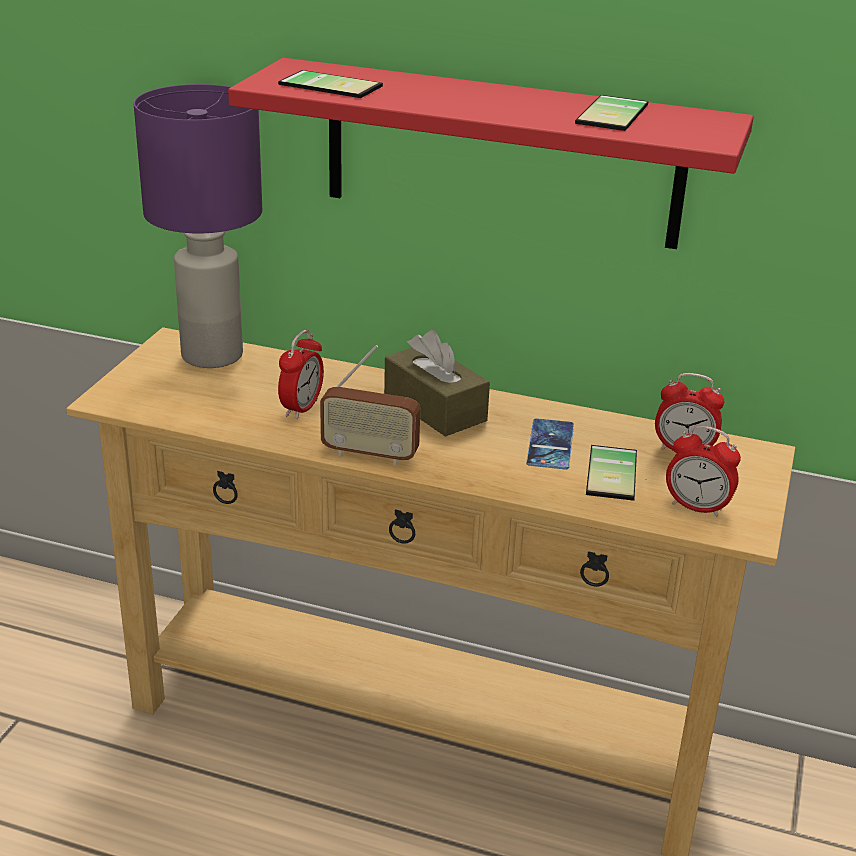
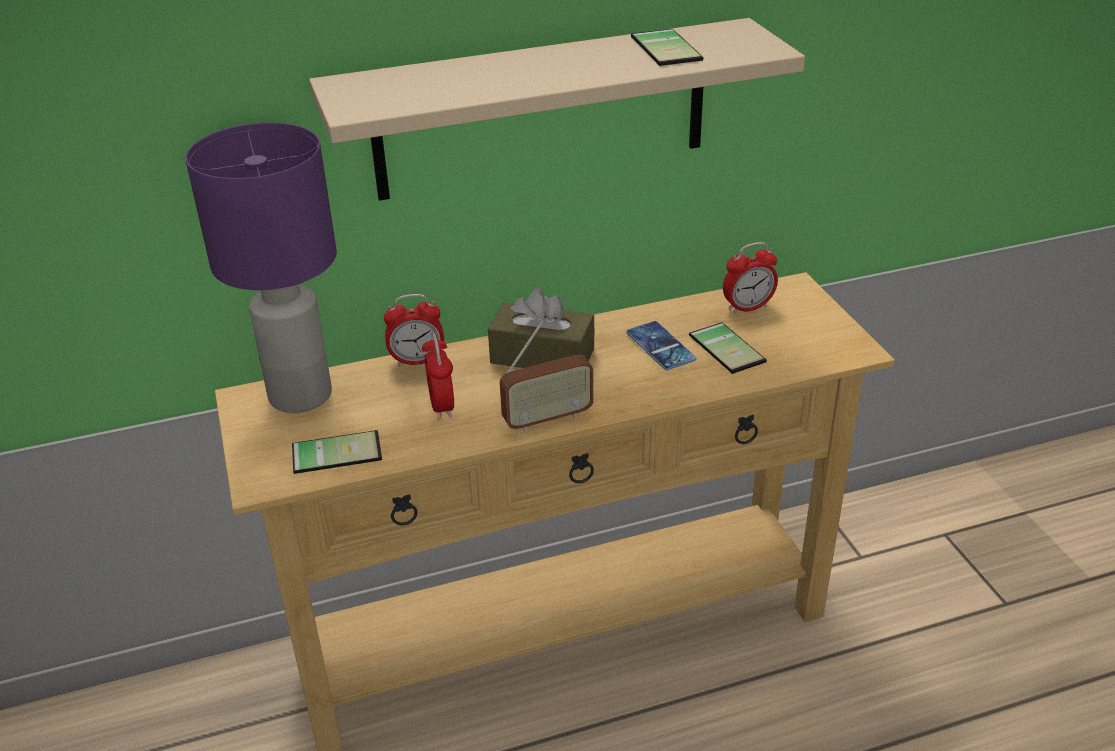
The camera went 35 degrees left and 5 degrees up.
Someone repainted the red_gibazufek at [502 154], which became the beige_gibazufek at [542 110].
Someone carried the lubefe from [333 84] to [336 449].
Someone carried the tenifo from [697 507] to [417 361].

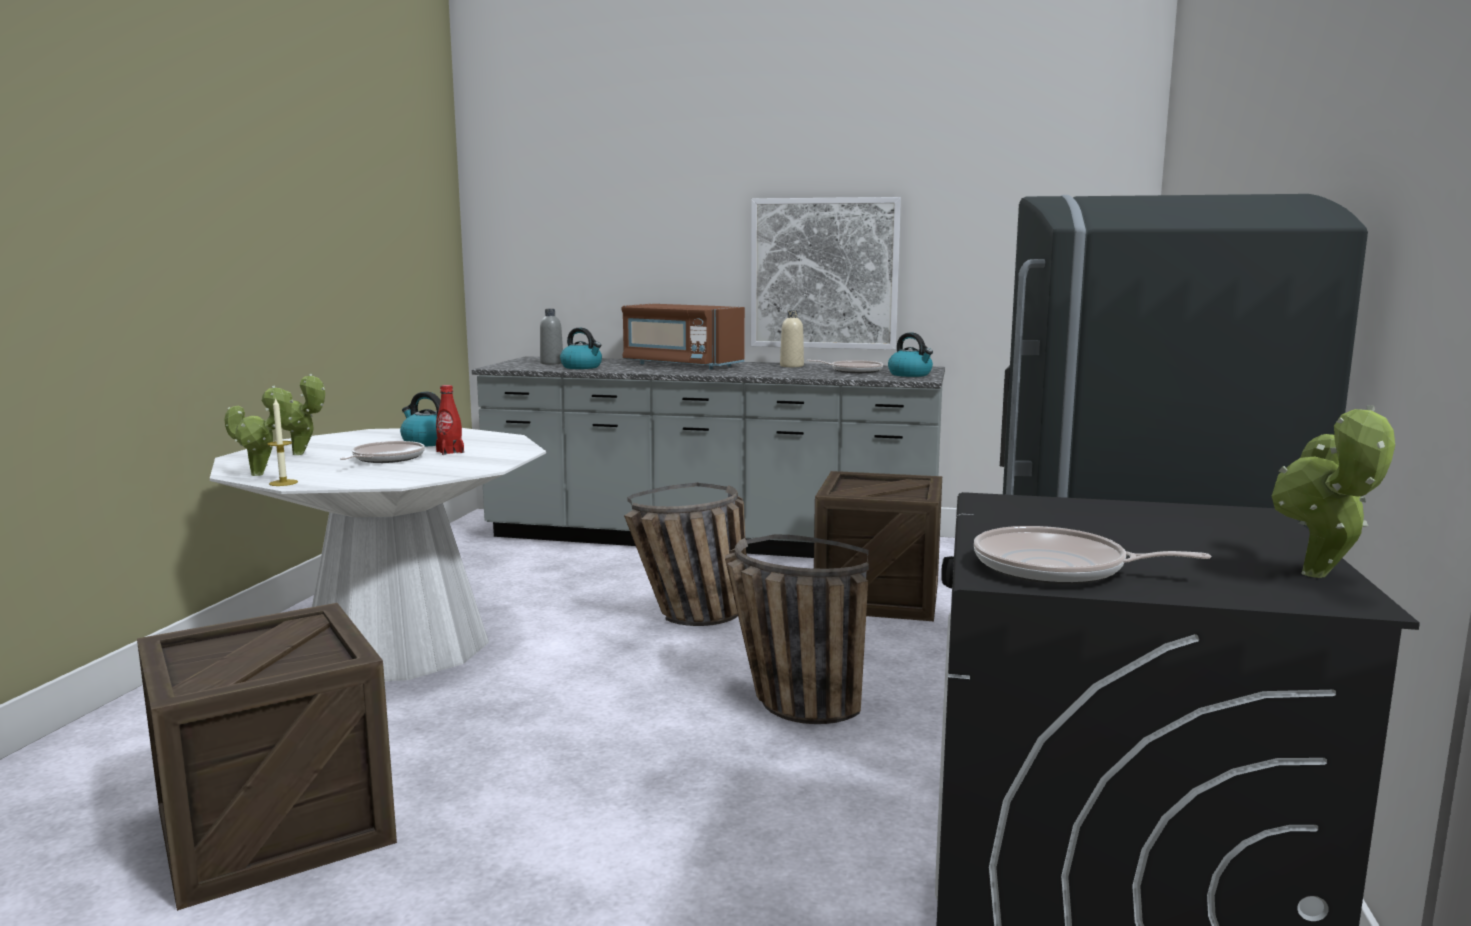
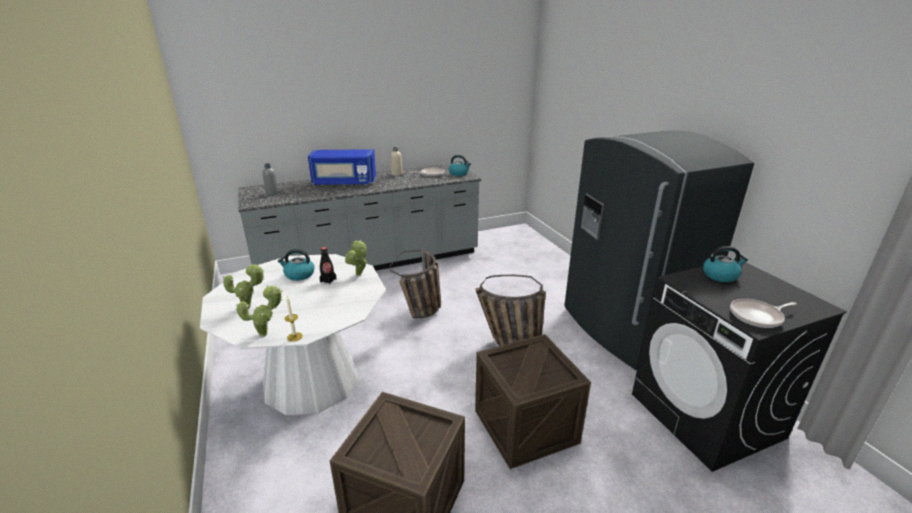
The camera went 35 degrees left and 15 degrees up.
Someone took away the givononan at [385 459].
Someone repainted the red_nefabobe at [450 452], which became the black_nefabobe at [328 280].
Someone carried the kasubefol from [582 367] to [720 275].
Someone repainted the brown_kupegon at [681 365], which became the blue_kupegon at [344 182].
Someone took away the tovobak at [824 273].
Someone carried the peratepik from [877 596] to [525 426].
Someone carried the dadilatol from [1319 577] to [359 275].

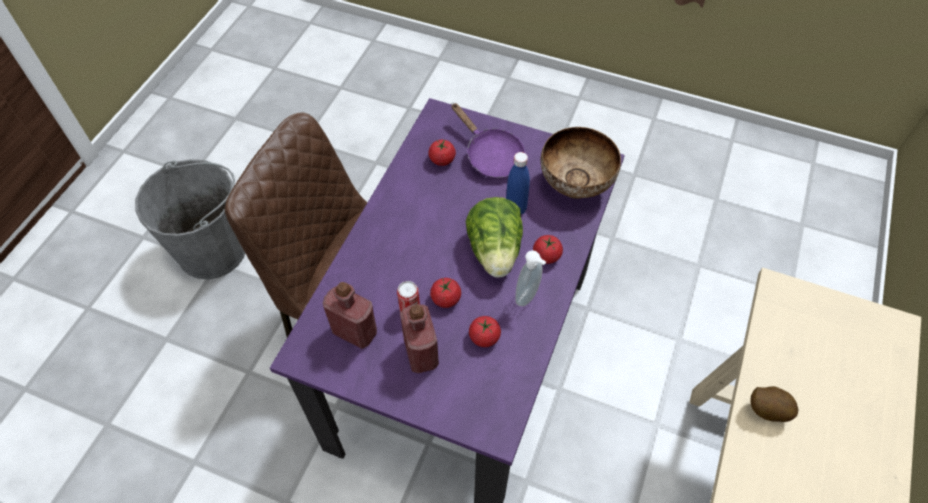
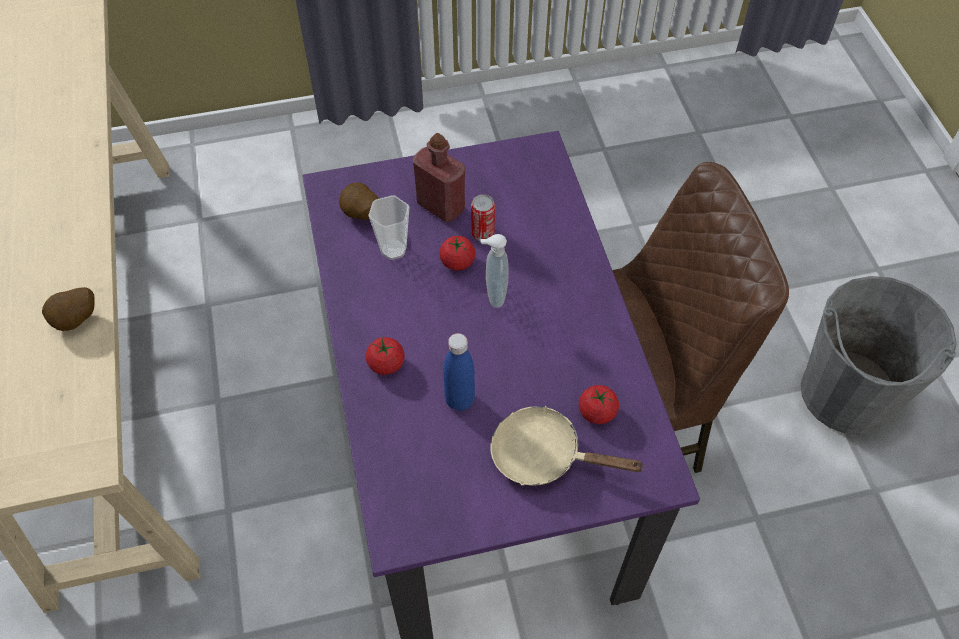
The camera went 145 degrees right and 0 degrees up.
Someone took away the red_nefabobe at [355 332].
Someone repainted the purple_givononan at [490 156], which became the beige_givononan at [544 455].
Someone took away the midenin at [495 251].
Someone swapped the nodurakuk at [484 337] for the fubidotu at [393 249].
Someone carried the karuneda from [528 297] to [494 294].
Someone took away the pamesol at [574 186].
Someone put down the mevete at [361 215].

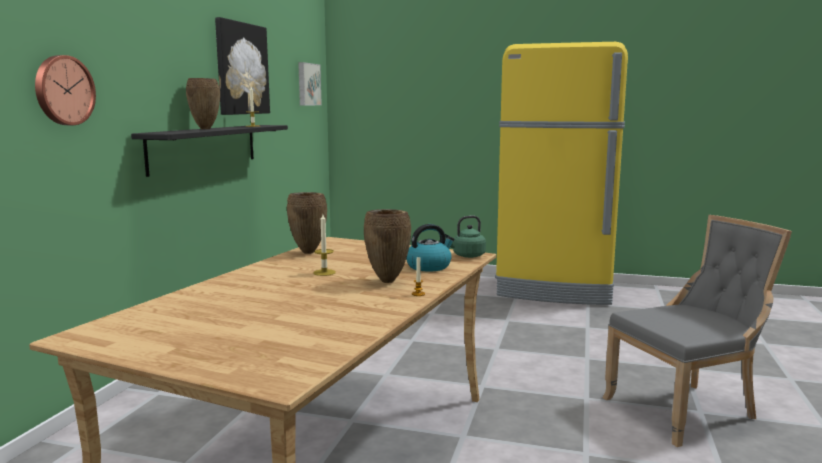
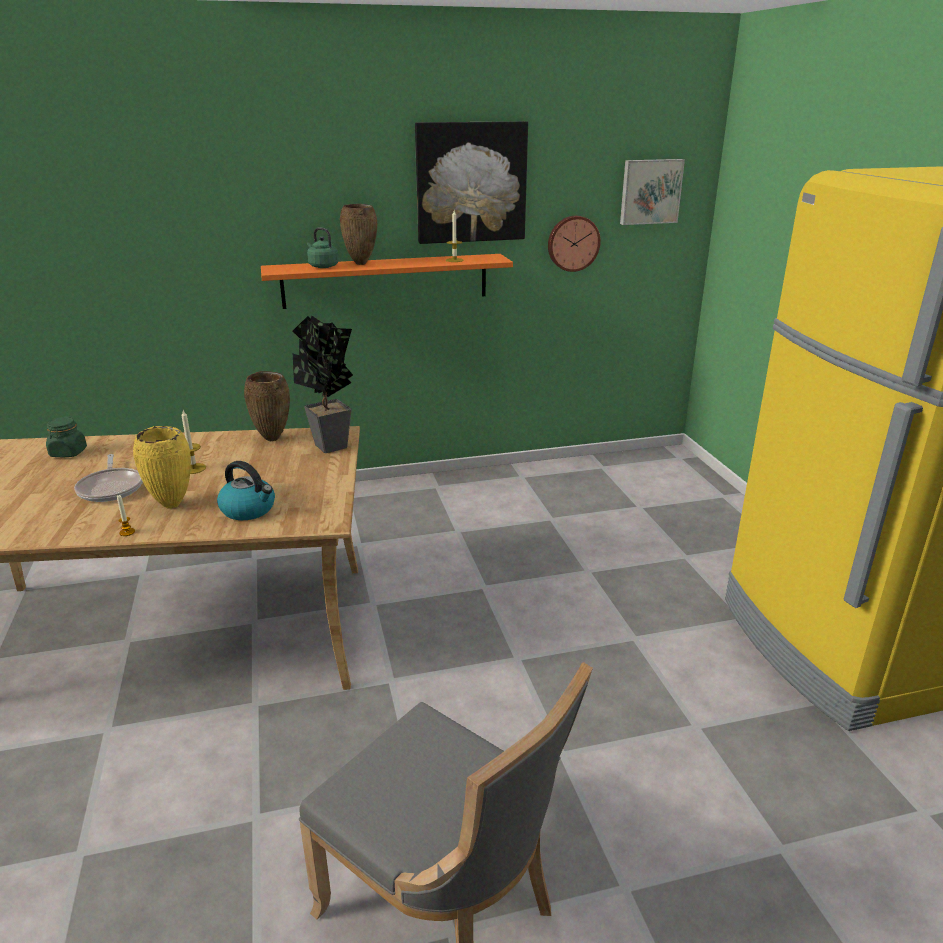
The camera went 60 degrees right and 15 degrees up.
Someone carried the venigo from [63 90] to [573 243].
Someone repainted the black_gibazufek at [205 147], which became the orange_gibazufek at [385 281].
Someone repainted the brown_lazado at [388 281], which became the yellow_lazado at [173 505].
Someone carried the green_kasubefol from [467 256] to [322 266].
Someone put down the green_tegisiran at [68 453].
Someone put down the givononan at [111 488].
Someone put down the dadilatol at [330 448].

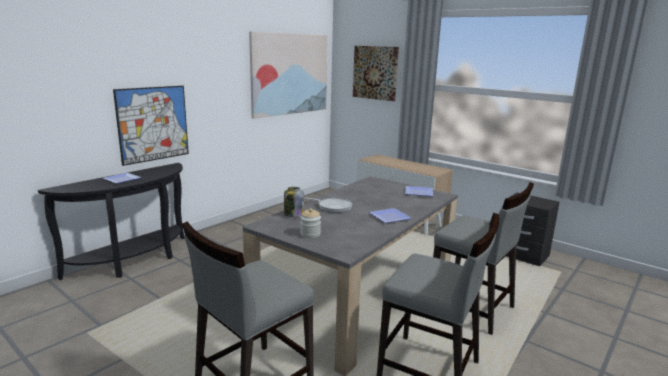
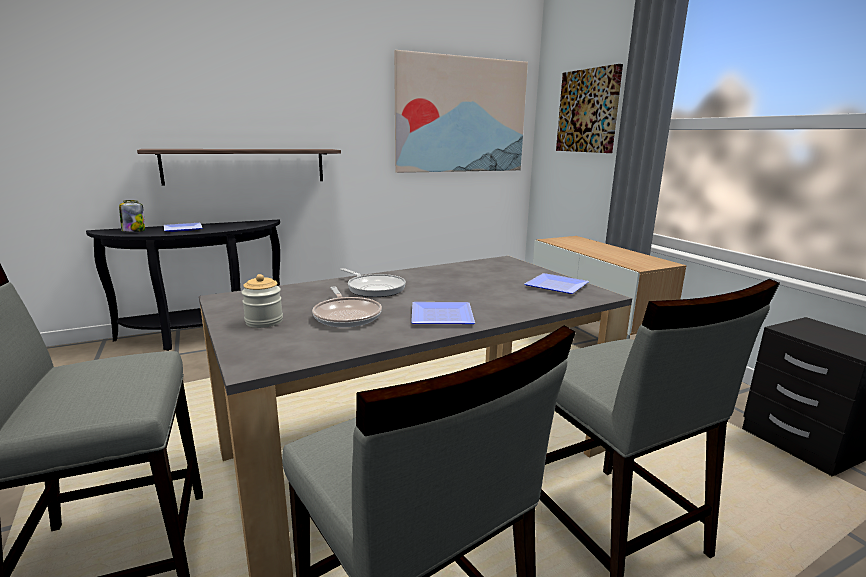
The camera went 25 degrees right and 0 degrees up.
Someone swapped the tovobak at [153 124] for the gibazufek at [245 166].
Someone carried the tegisiran from [293 215] to [134 231].
Someone put down the givononan at [347 316].

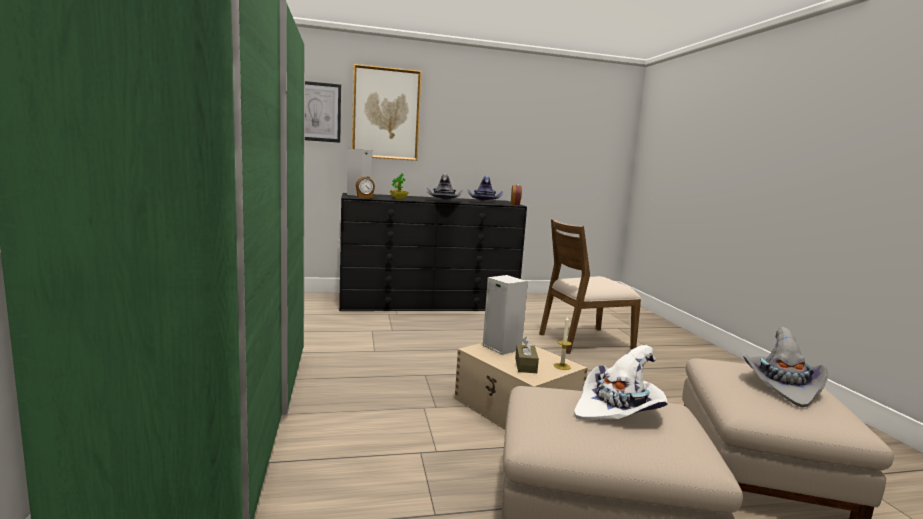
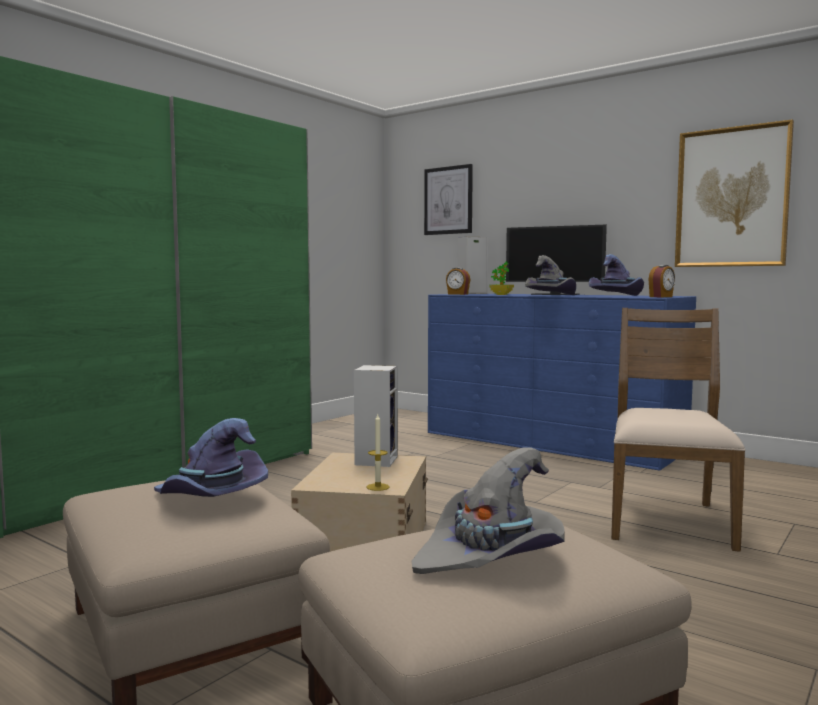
The camera went 50 degrees right and 5 degrees down.
Someone repainted the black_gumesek at [427 301], which became the blue_gumesek at [551 441].
Someone carried the tovobak from [386 114] to [731 197].
Someone took away the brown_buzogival at [525 365].
Someone rotated the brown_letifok at [584 341] by 75 degrees clockwise.
Someone repainted the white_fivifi at [618 409], which became the purple_fivifi at [211 498].
Someone put down the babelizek at [555 294].

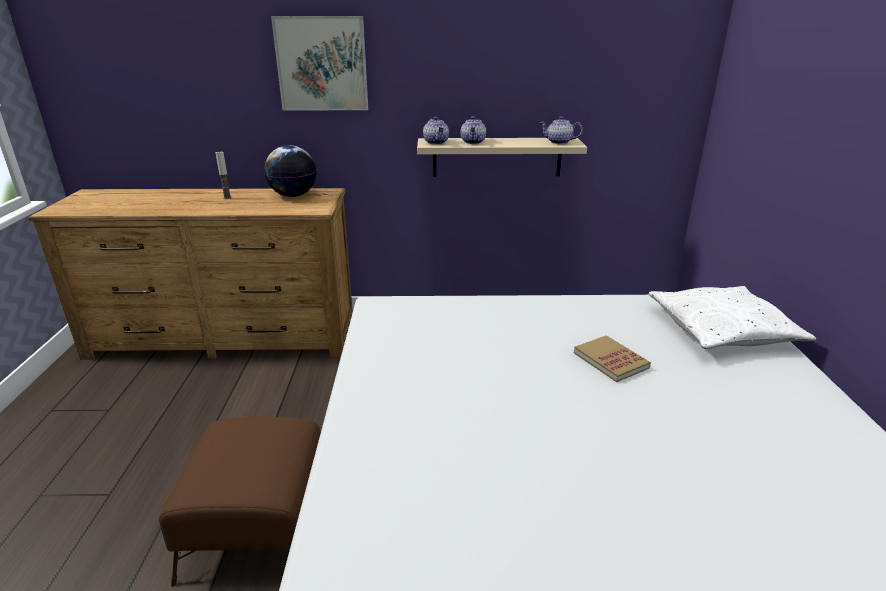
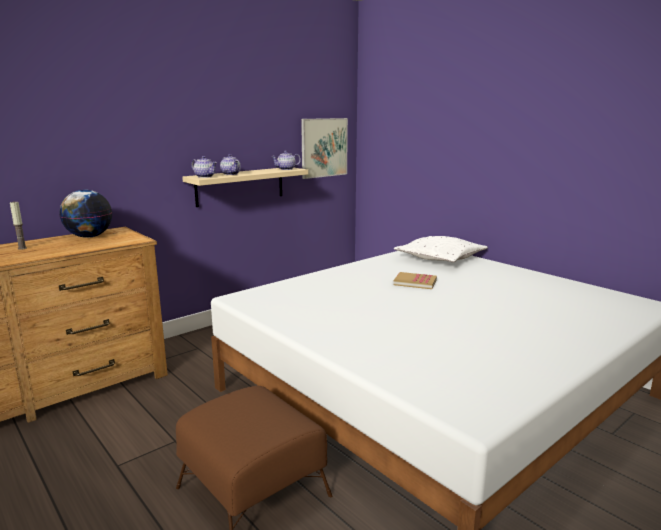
The camera went 40 degrees left and 10 degrees down.
Someone carried the tovobak from [322 64] to [324 147].

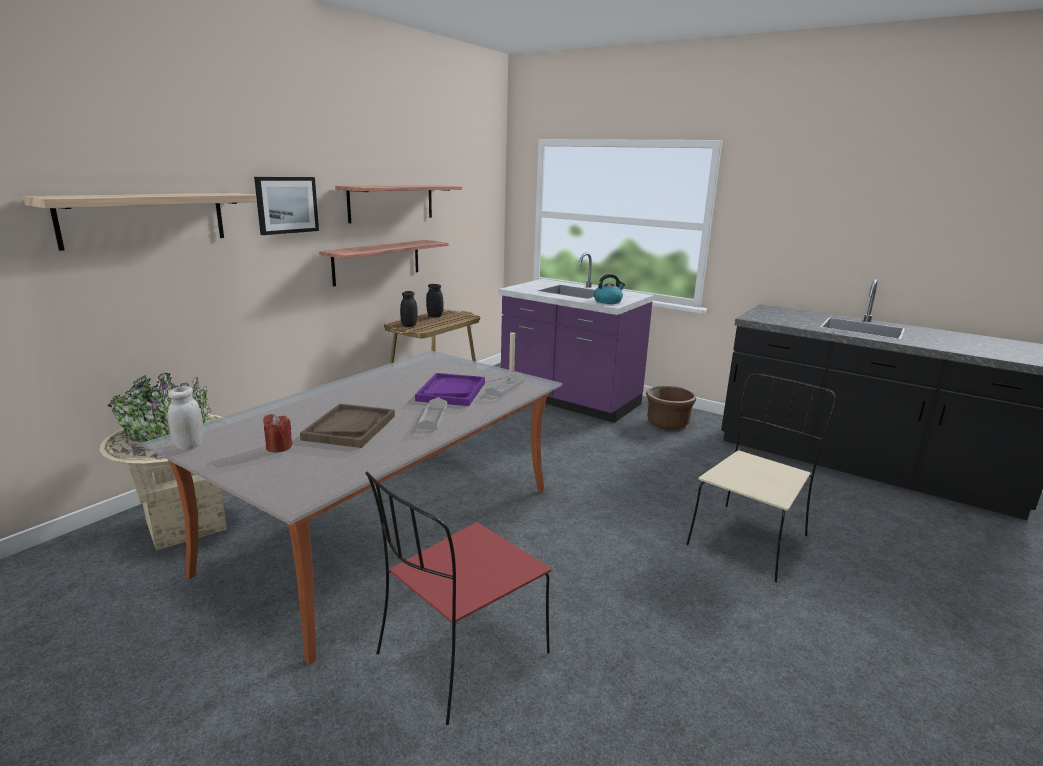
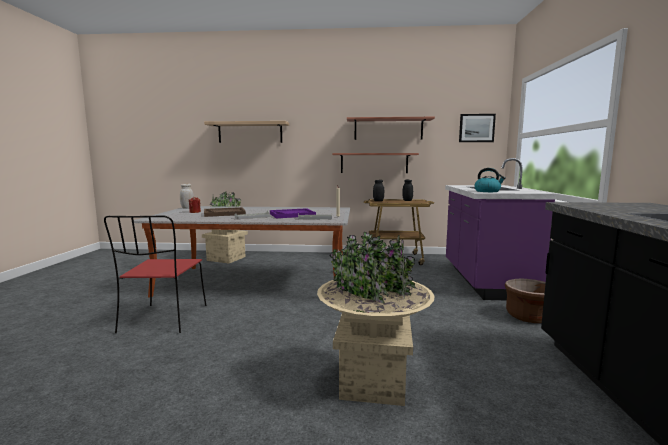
The camera went 60 degrees right and 10 degrees down.
Someone carried the tovobak from [286 205] to [476 128].
Someone rotated the red_letifok at [459 656] by 105 degrees counterclockwise.
Someone swapped the beige_letifok at [749 539] for the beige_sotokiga at [373 383].

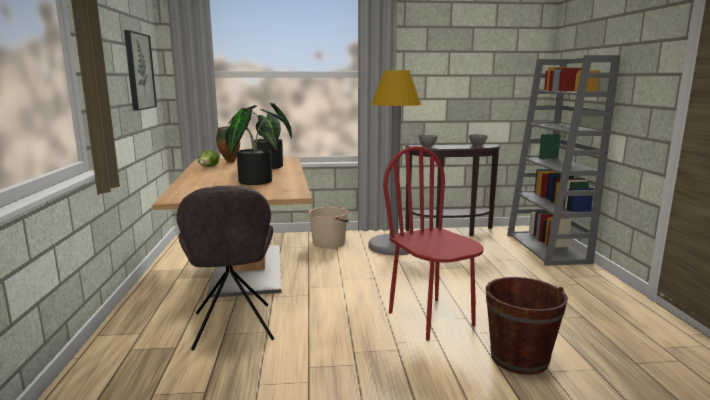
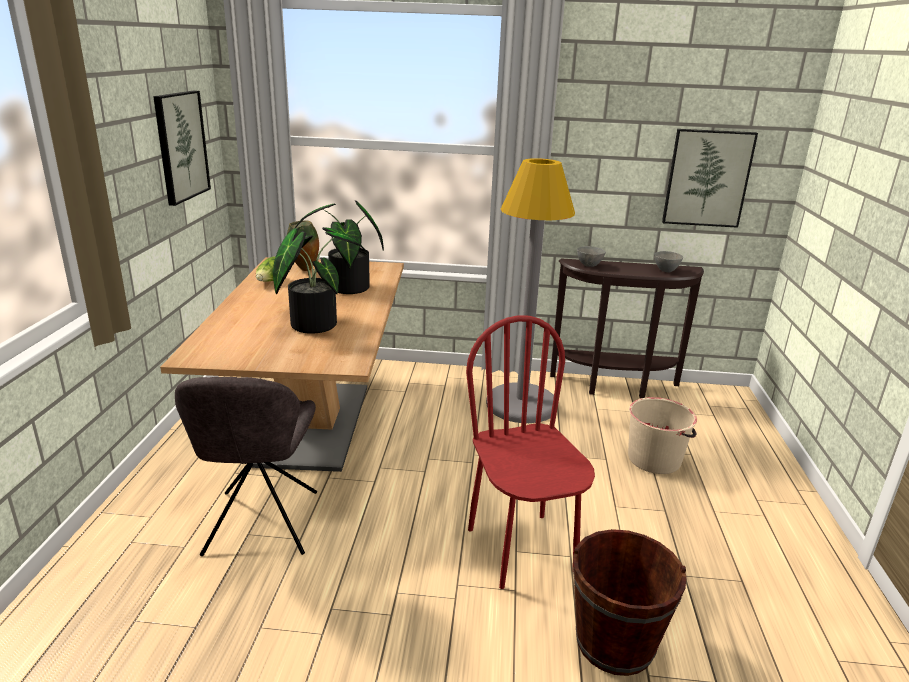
The camera went 10 degrees right and 10 degrees up.
Someone carried the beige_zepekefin from [329 243] to [655 459].
Someone took away the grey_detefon at [548 248].
Someone put up the tovobak at [707 178].

